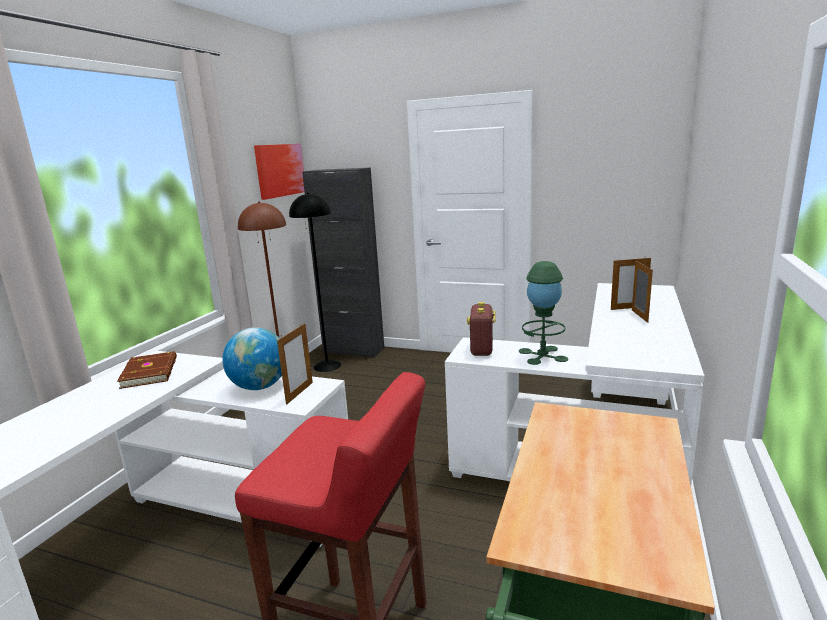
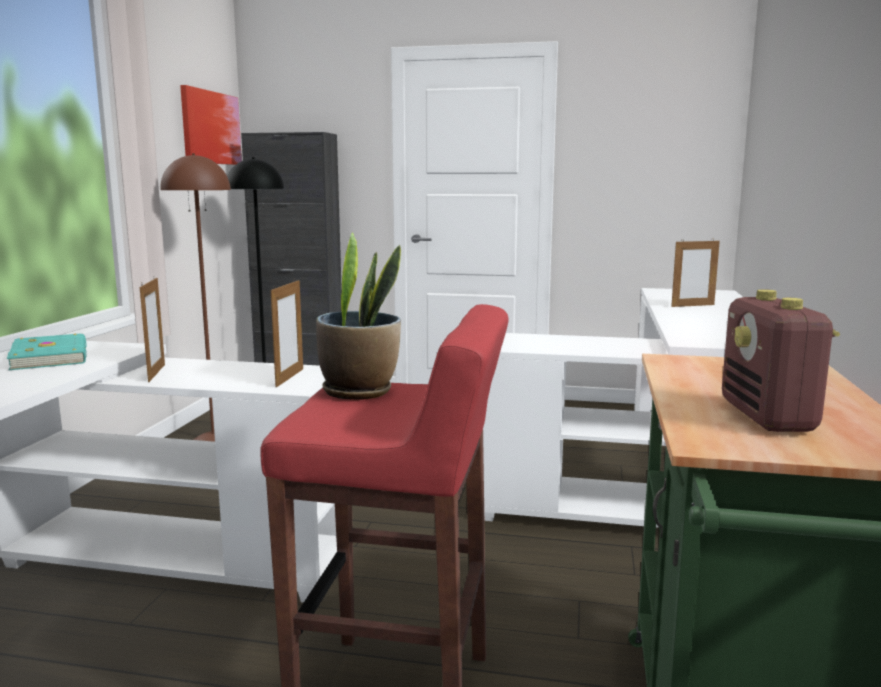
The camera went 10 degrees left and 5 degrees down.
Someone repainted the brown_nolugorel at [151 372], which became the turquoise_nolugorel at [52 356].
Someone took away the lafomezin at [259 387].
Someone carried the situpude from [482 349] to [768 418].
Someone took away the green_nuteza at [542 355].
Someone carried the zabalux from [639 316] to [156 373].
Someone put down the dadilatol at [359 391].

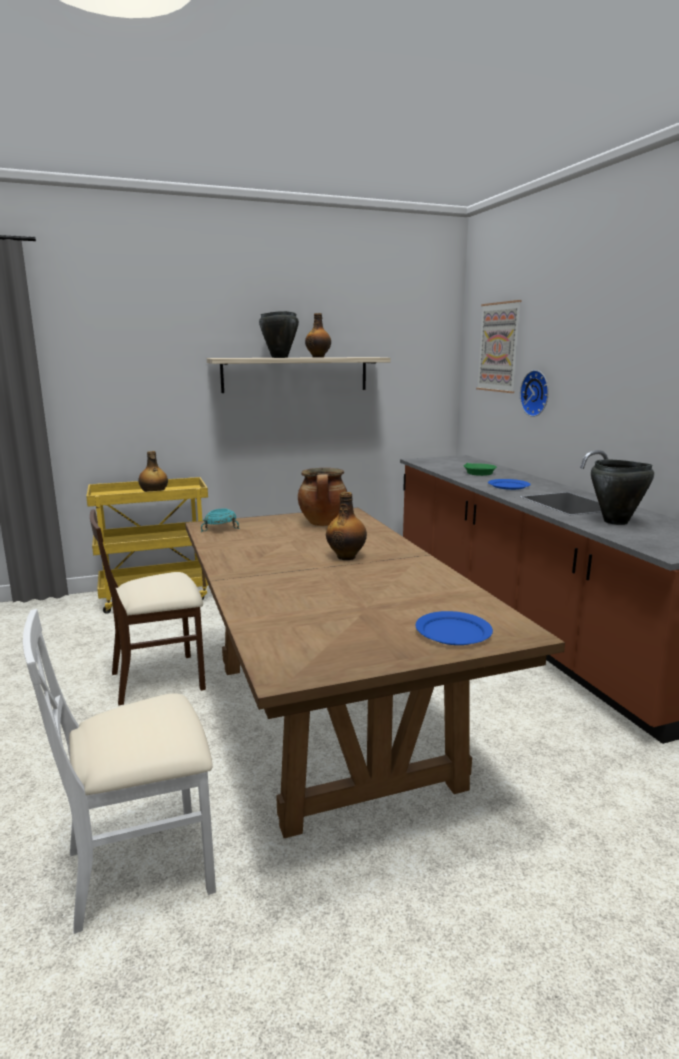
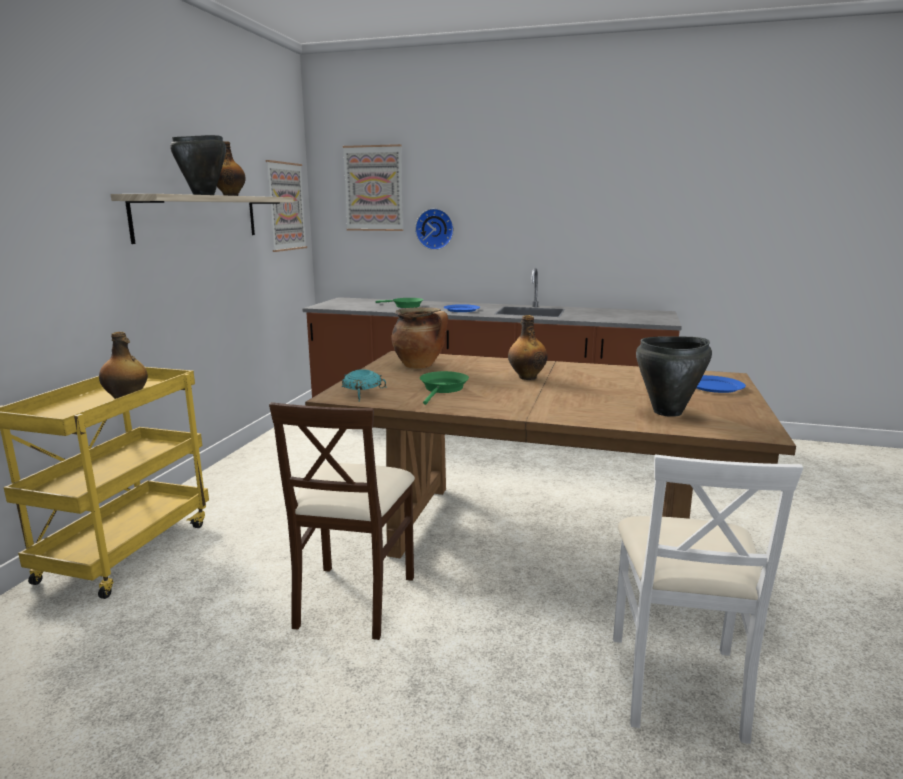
The camera went 55 degrees left and 0 degrees up.
Someone carried the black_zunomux from [615 522] to [668 412].
Someone put up the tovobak at [286 206].
Someone put down the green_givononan at [443 389].

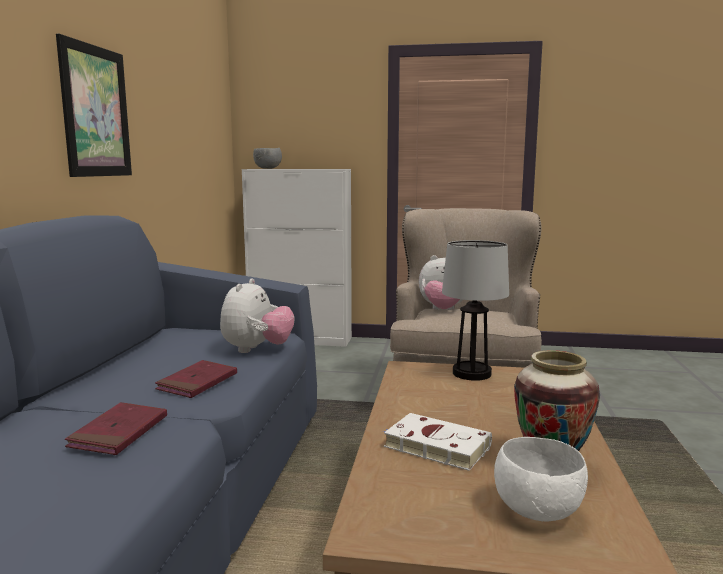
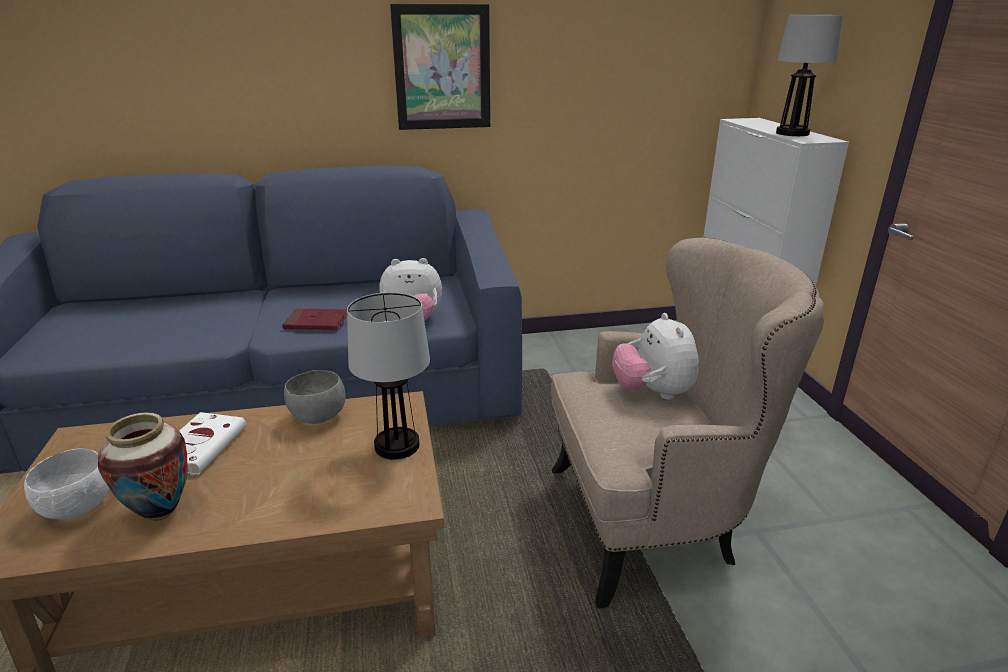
The camera went 70 degrees right and 15 degrees up.
Someone took away the red_nolugorel at [119 432].
Someone carried the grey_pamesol from [268 168] to [317 417].
Someone put down the nuteza at [792 133].

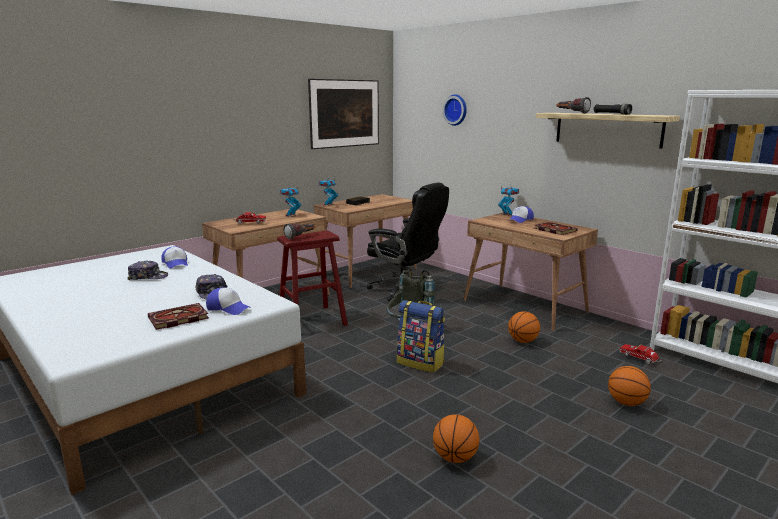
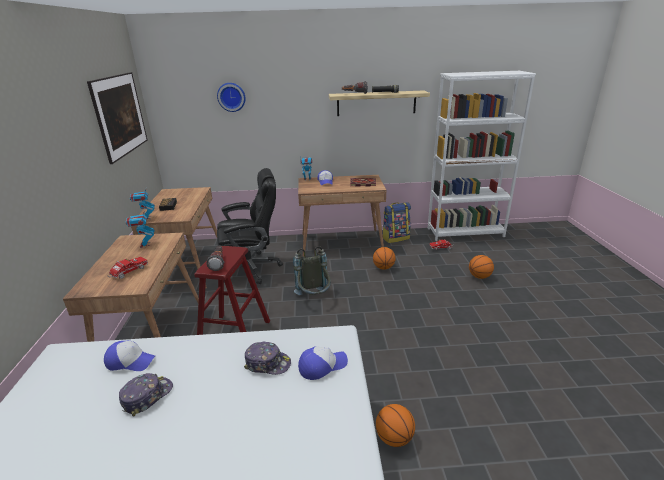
The camera went 50 degrees left and 10 degrees up.
Someone took away the nolugorel at [177 319].
Someone carried the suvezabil from [421 363] to [395 238].
Someone carried the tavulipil from [455 458] to [394 438].

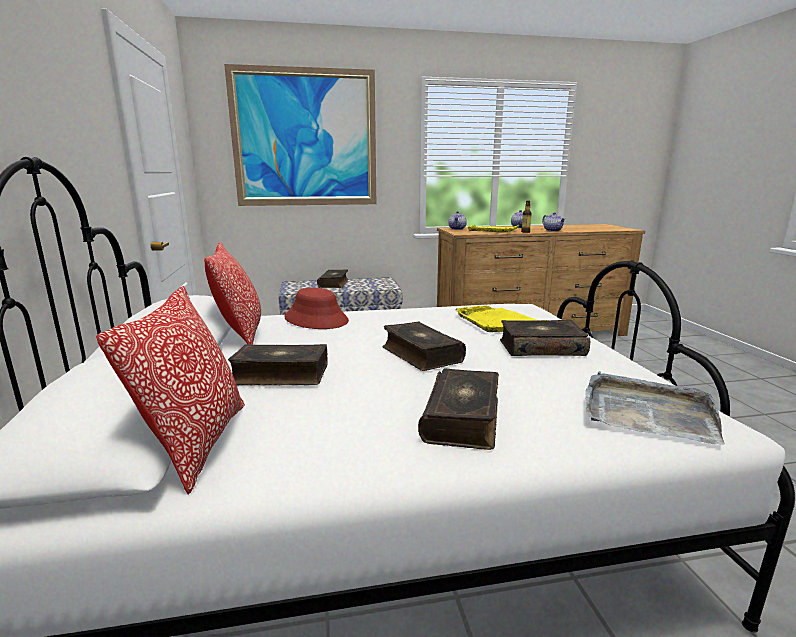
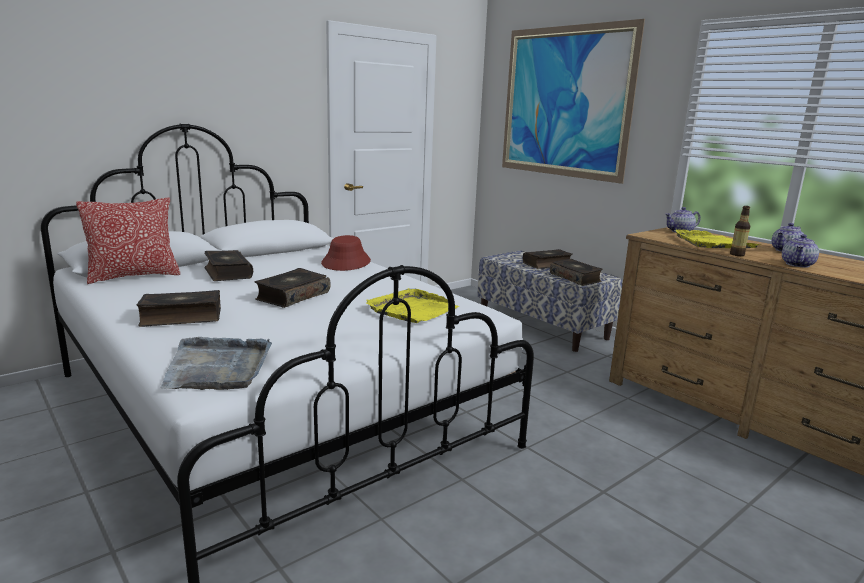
The camera went 60 degrees right and 0 degrees up.
Someone took away the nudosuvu at [240 334].
Someone carried the nolugorel from [541 348] to [575 278].

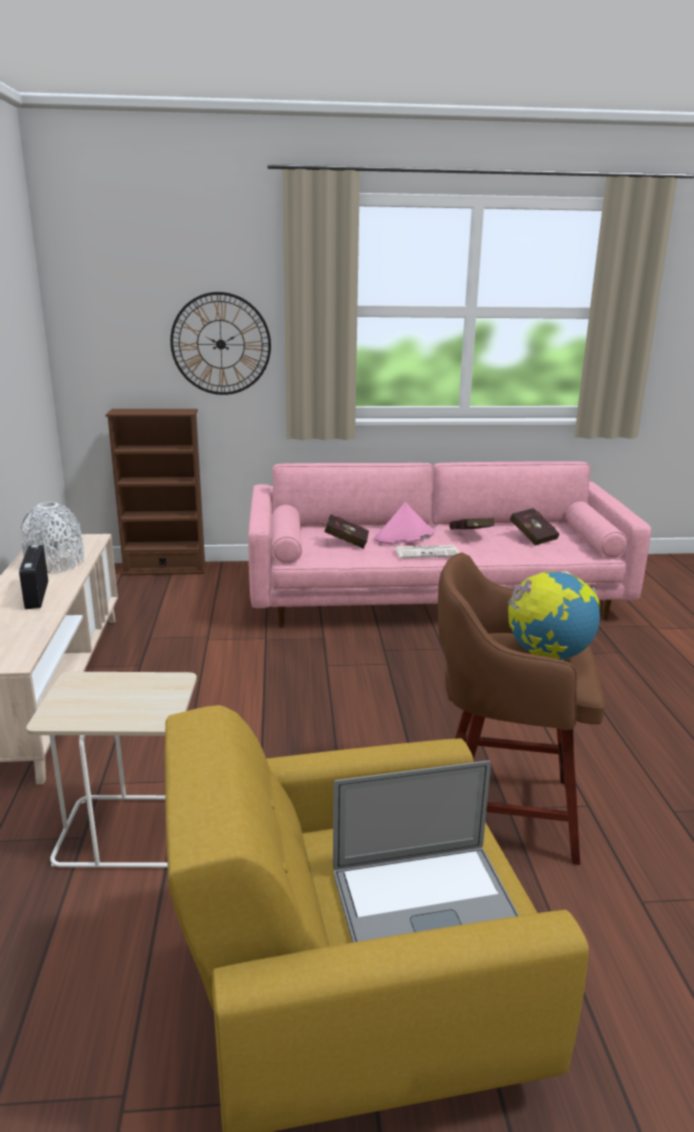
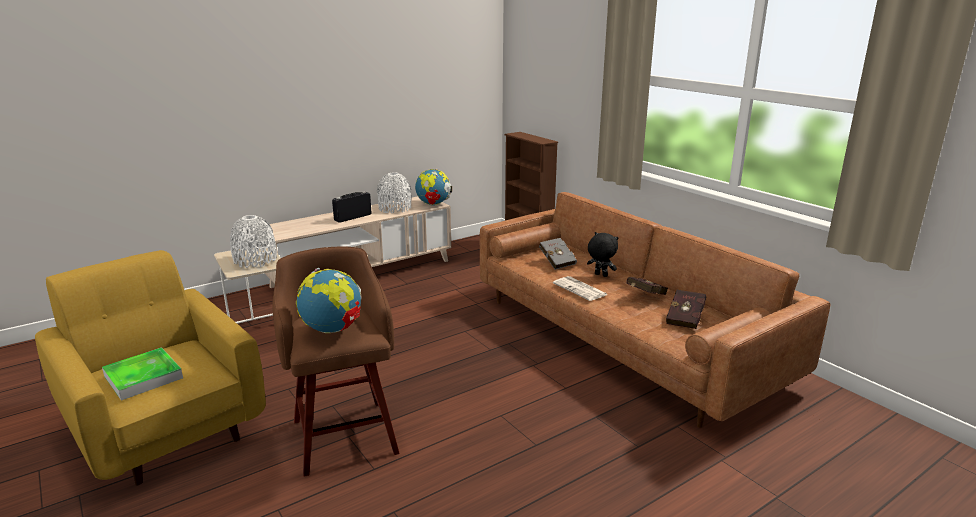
The camera went 60 degrees right and 0 degrees up.
Someone took away the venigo at [221 344].
Someone repainted the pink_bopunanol at [433 596], which became the brown_bopunanol at [622 338].
Someone repainted the red_nolugorel at [344 542], which became the grey_nolugorel at [556 262].
Someone swapped the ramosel at [424 901] for the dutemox at [143 377].
Someone swapped the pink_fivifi at [404 536] for the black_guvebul at [600 275].
Someone put down the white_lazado at [255 260].
Someone put down the lafomezin at [433 204].

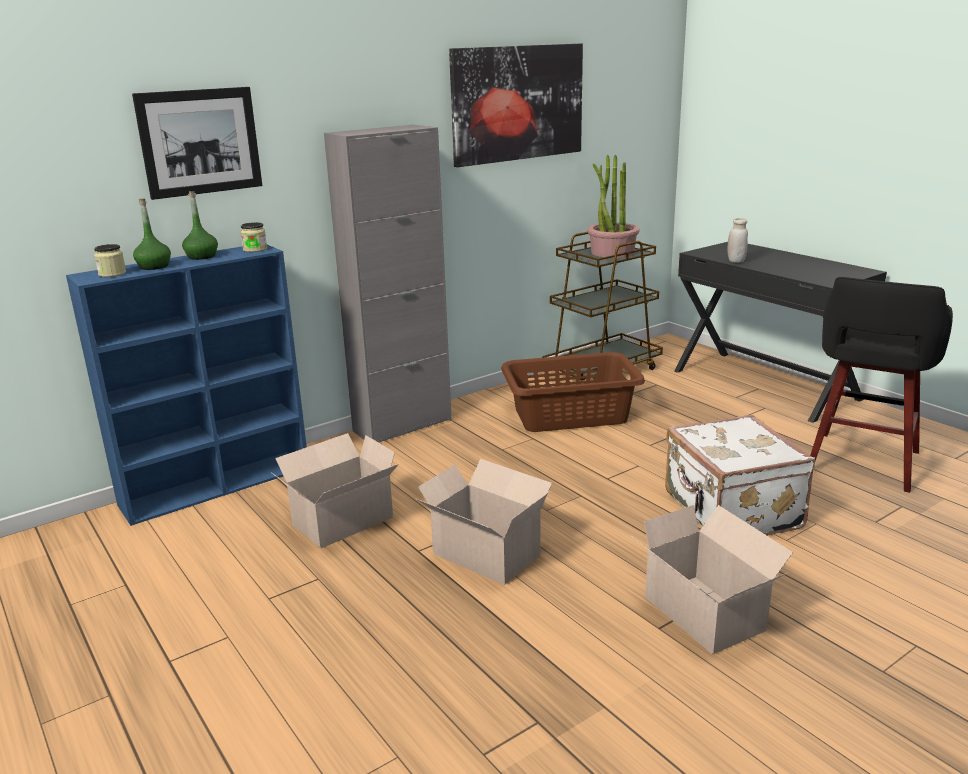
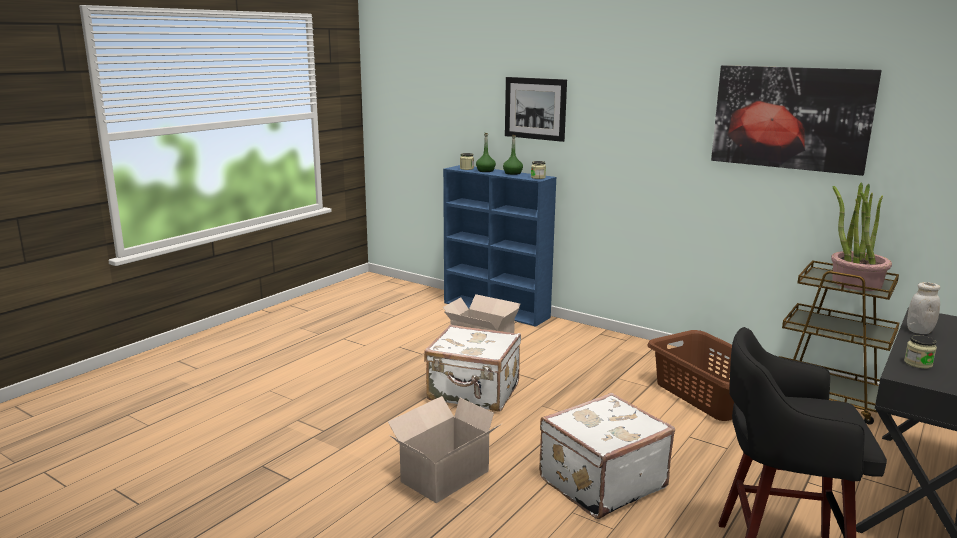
The camera went 70 degrees right and 5 degrees down.
Someone took away the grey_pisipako at [402 425].
Someone swapped the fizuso at [484 553] for the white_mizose at [473 393].
Someone put down the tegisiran at [918 363].

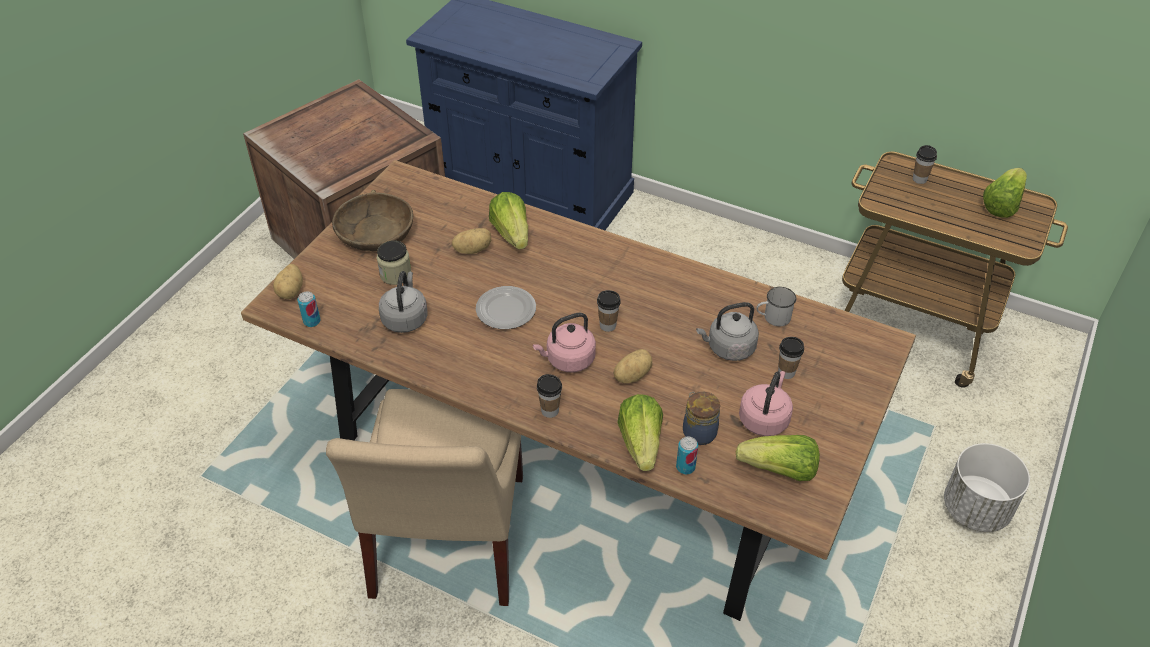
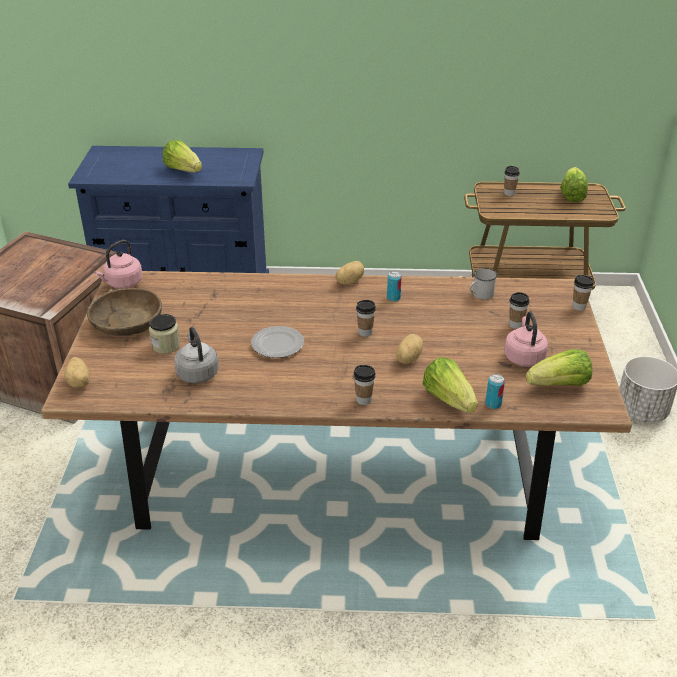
The camera went 25 degrees left and 10 degrees down.
Someone carried the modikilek from [312 321] to [393 298].
Someone took away the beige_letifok at [446 543].
Someone carried the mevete from [472 249] to [349 281].
Someone carried the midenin from [511 234] to [183 170].
Someone carried the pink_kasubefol from [568 360] to [122 283].
Someone took away the tegisiran at [698 432].
Someone took away the grey_kasubefol at [728 348].
Someone put down the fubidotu at [579 307].

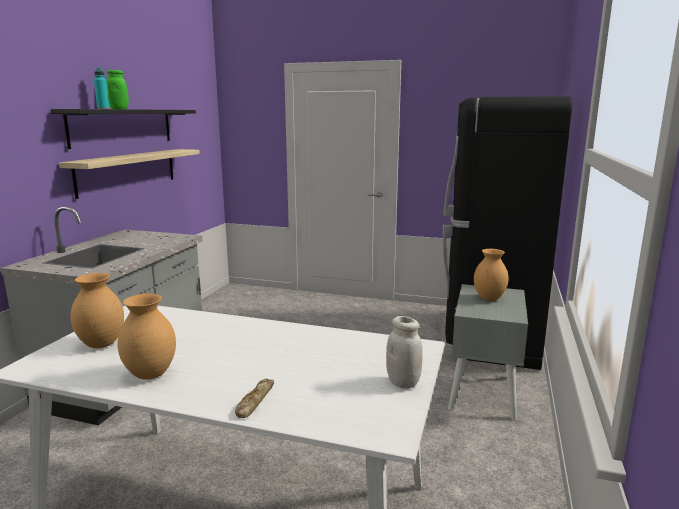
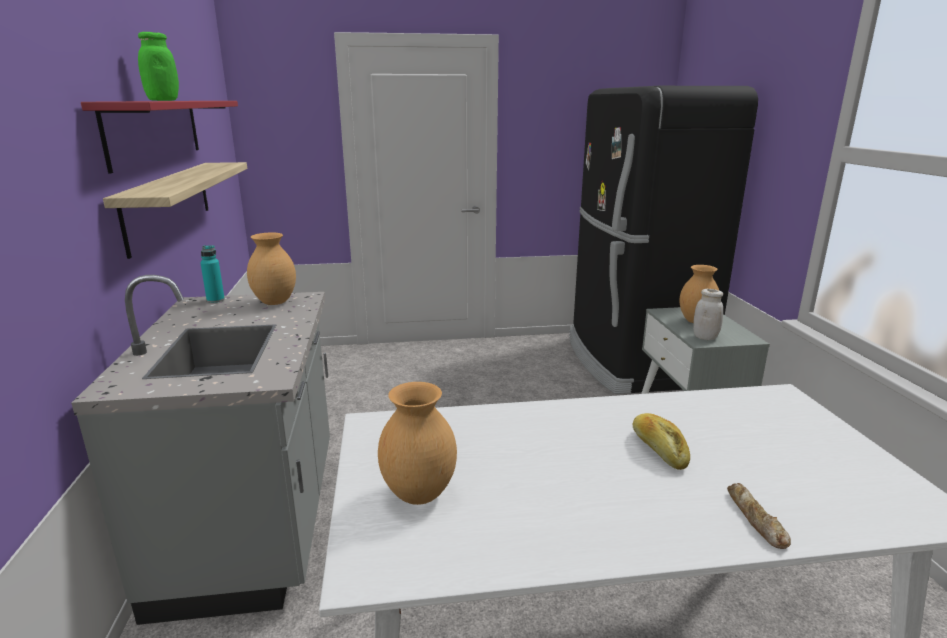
The camera went 25 degrees left and 5 degrees up.
Someone repainted the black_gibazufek at [123 127], which became the red_gibazufek at [155 130].
Someone carried the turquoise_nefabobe from [103 109] to [215 300].
Someone carried the brown_lazado from [150 375] to [275 302].
Someone carried the white_tegisiran from [403 383] to [705 337].
Someone put down the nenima at [658 449].

